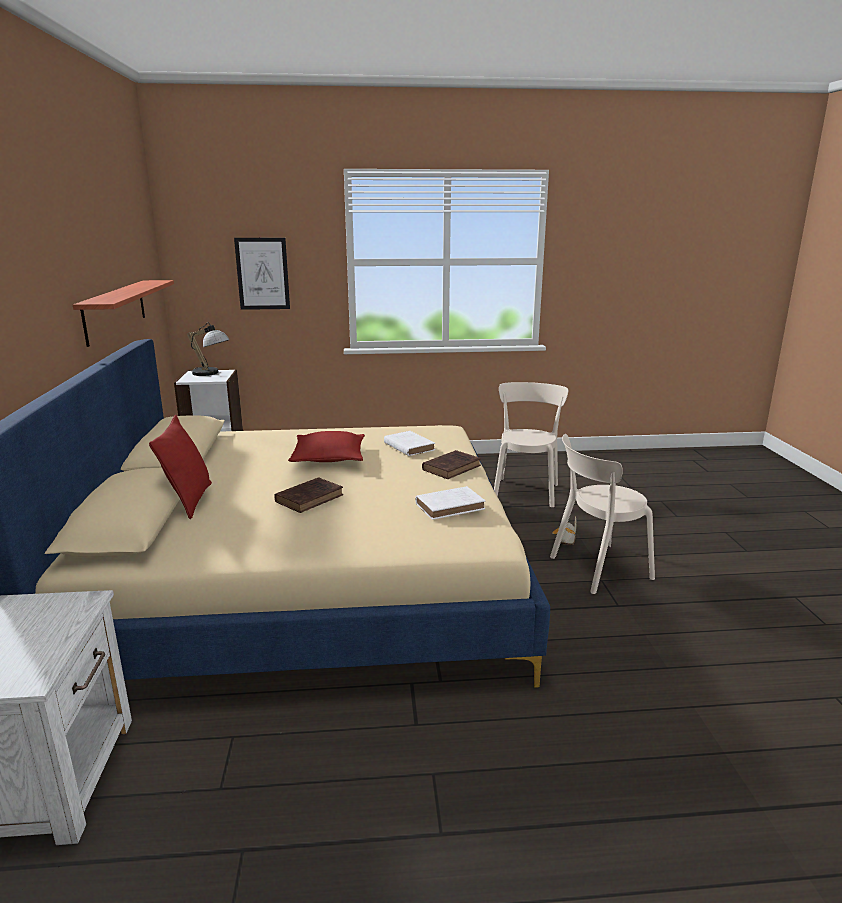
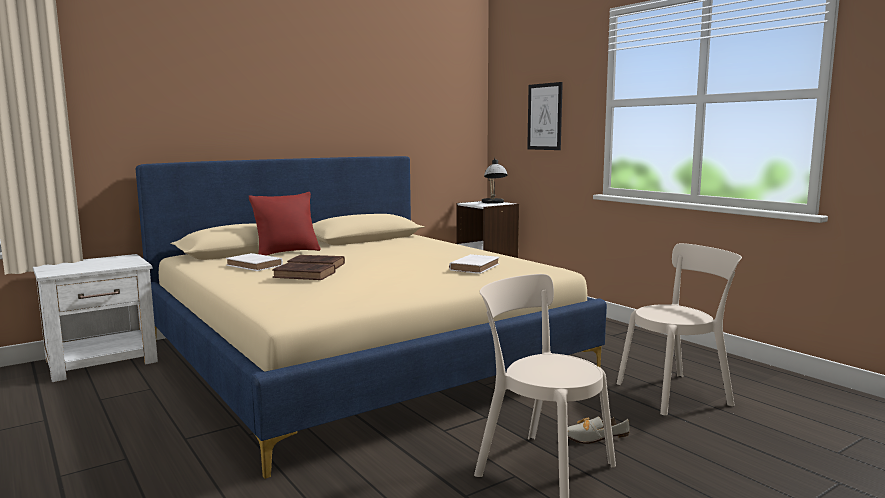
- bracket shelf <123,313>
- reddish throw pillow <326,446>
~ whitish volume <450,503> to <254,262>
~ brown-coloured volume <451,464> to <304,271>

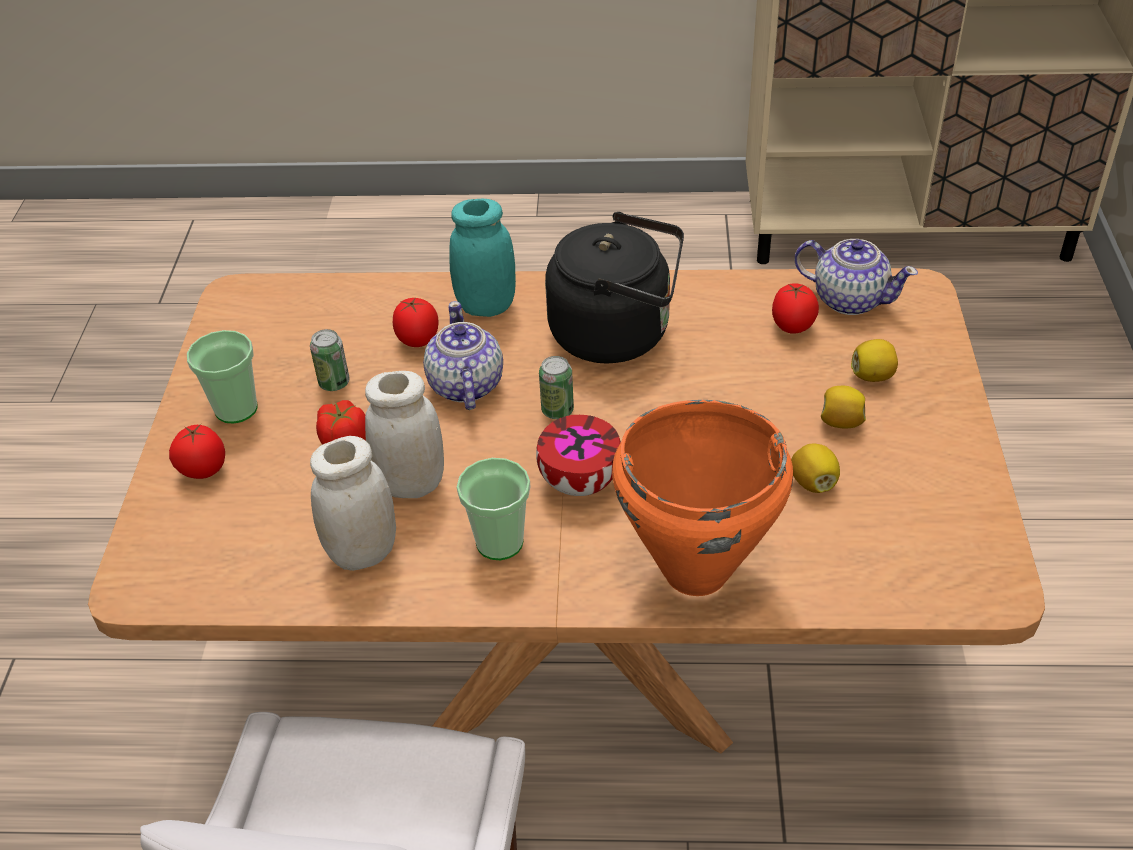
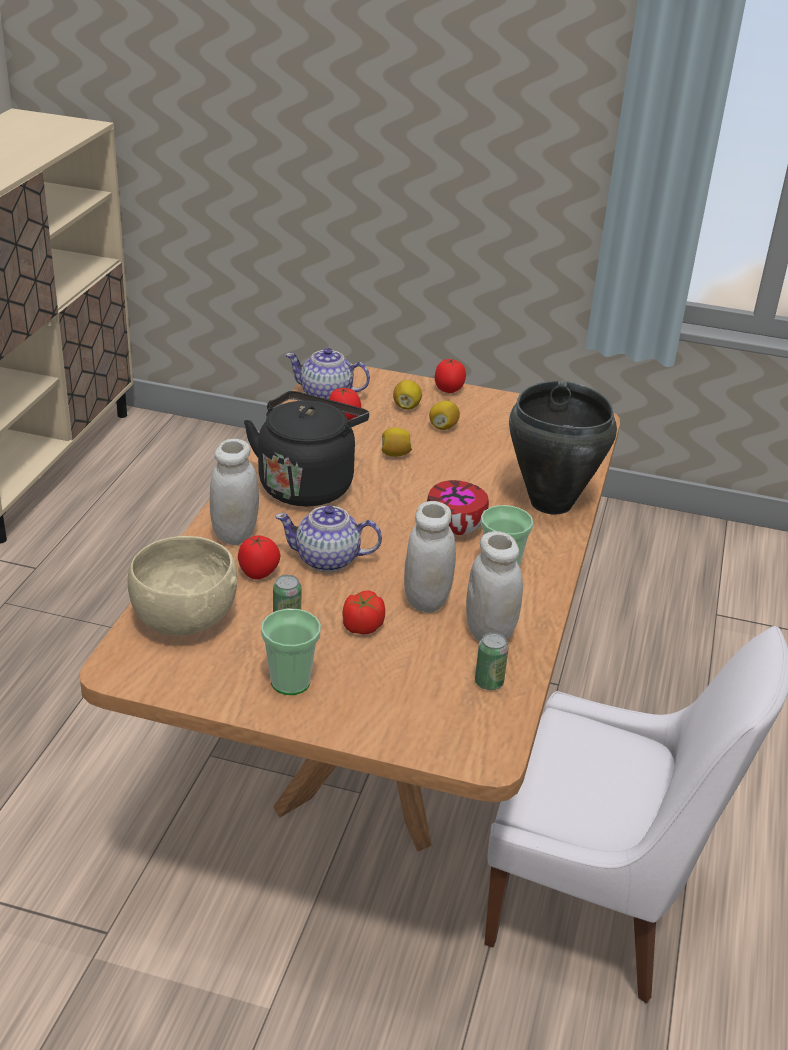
~ fresh tomato <197,451> to <450,376>
~ turquoise-coloured storage jar <482,258> to whitish storage jar <234,492>
~ metal can <556,387> to <492,661>
~ orange-coloured stockpot <702,498> to black stockpot <563,448>
~ whole lemon <815,468> to <397,442>
~ pot for tea <856,277> = <327,373> 120 degrees counterclockwise
+ beige deep dish <182,586>

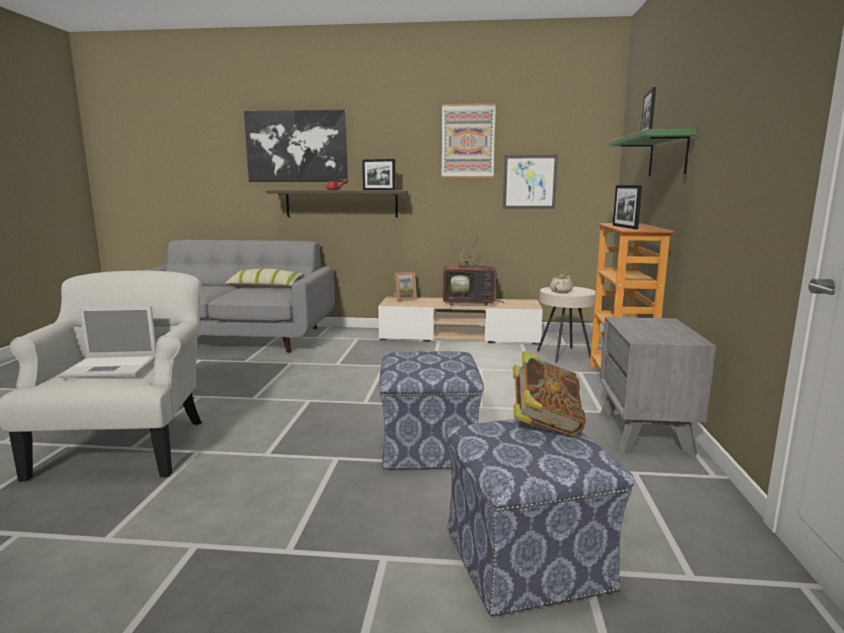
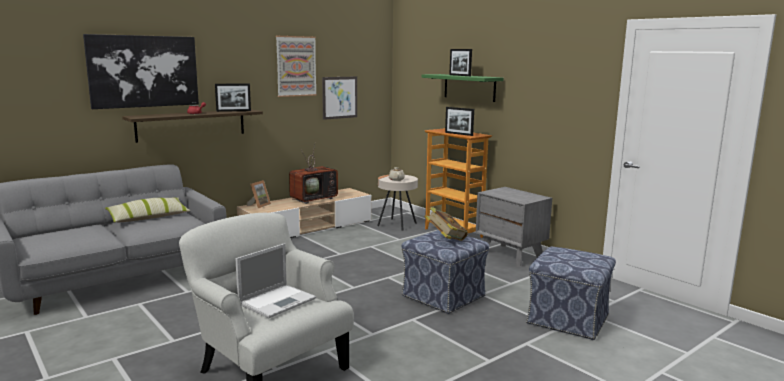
~ volume <549,393> to <446,224>

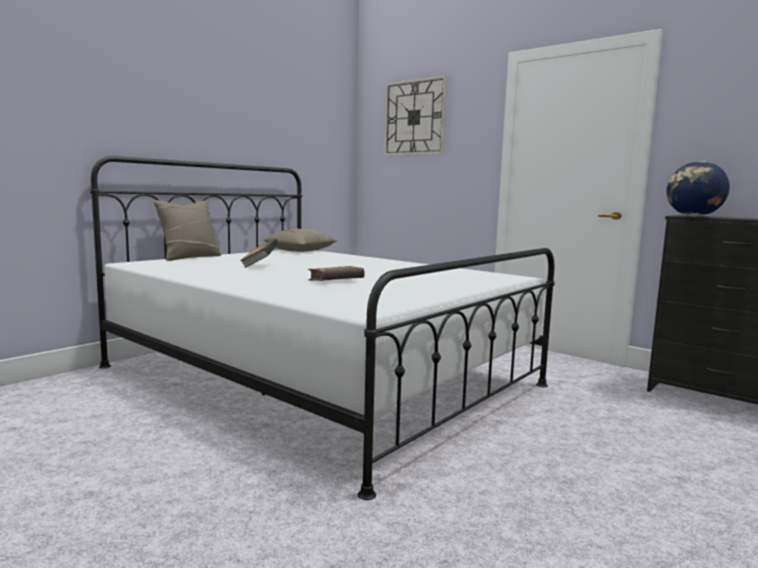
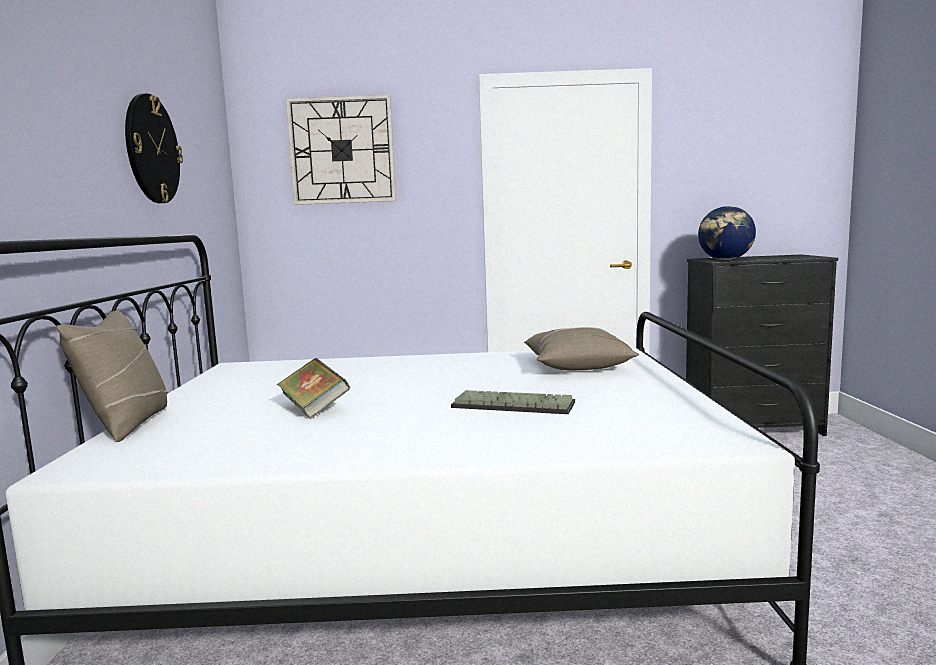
~ beige throw pillow <300,240> to <581,349>
~ brown-coloured volume <336,273> to PC keyboard <513,402>
+ hanging clock <154,148>

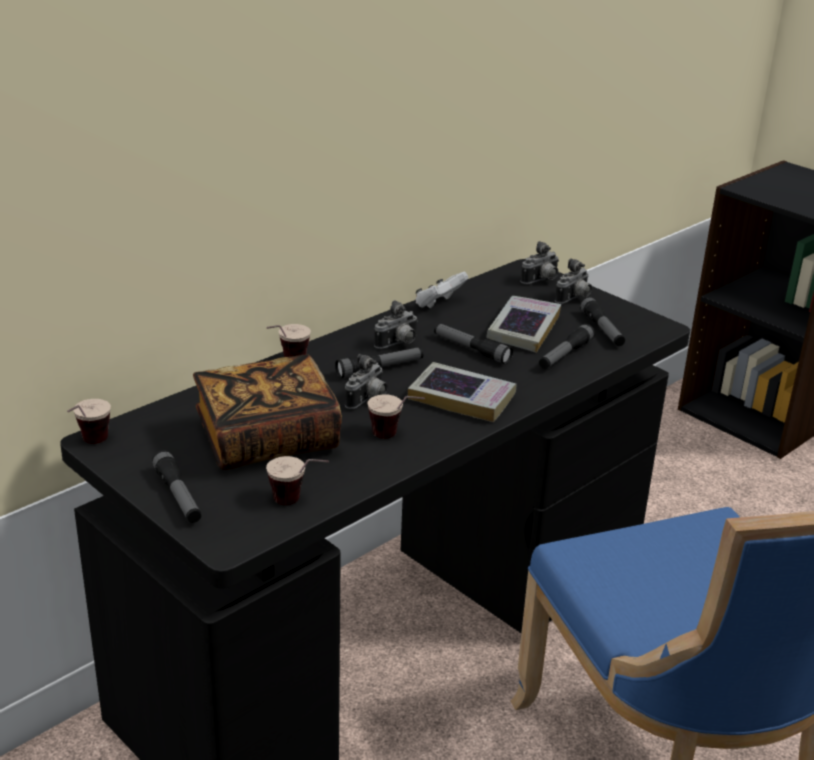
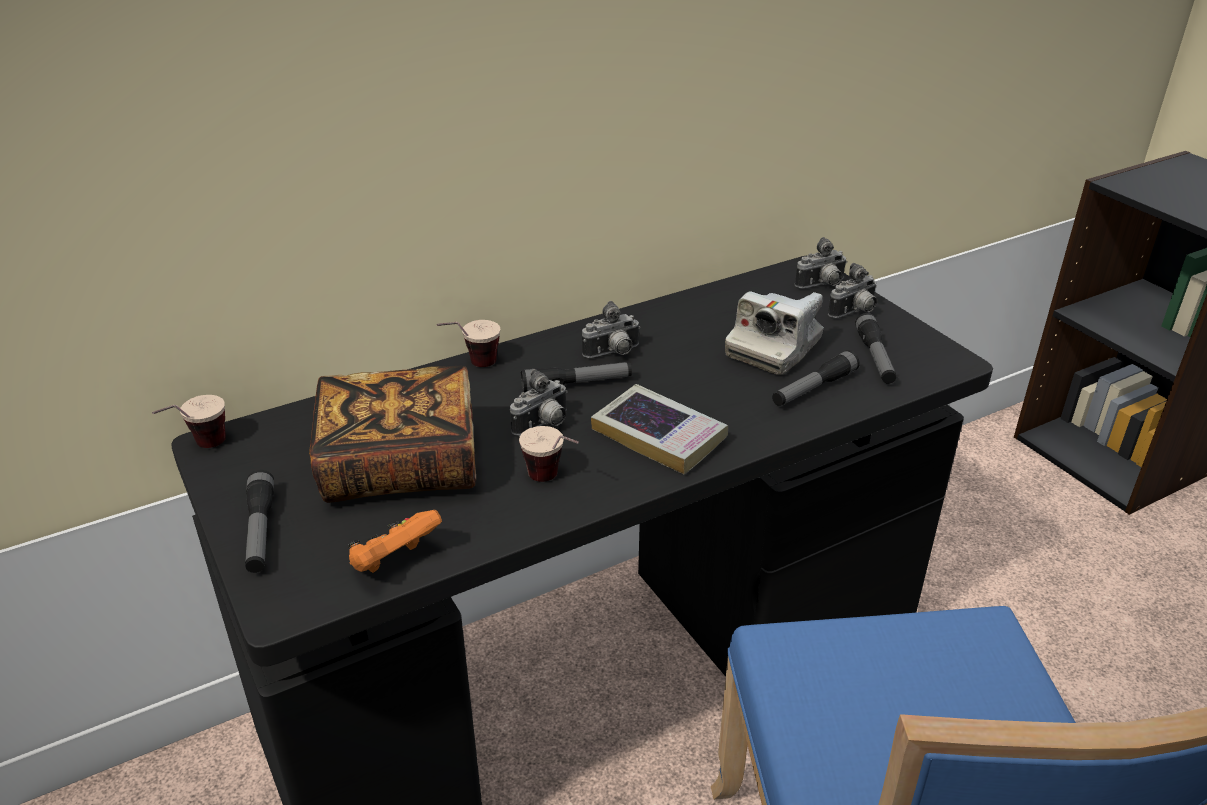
~ drinking cup <297,480> to orange-coloured gamepad <395,541>
- whitish gamepad <442,290>
- flashlight <473,343>
~ volume <523,324> to photo camera <774,333>

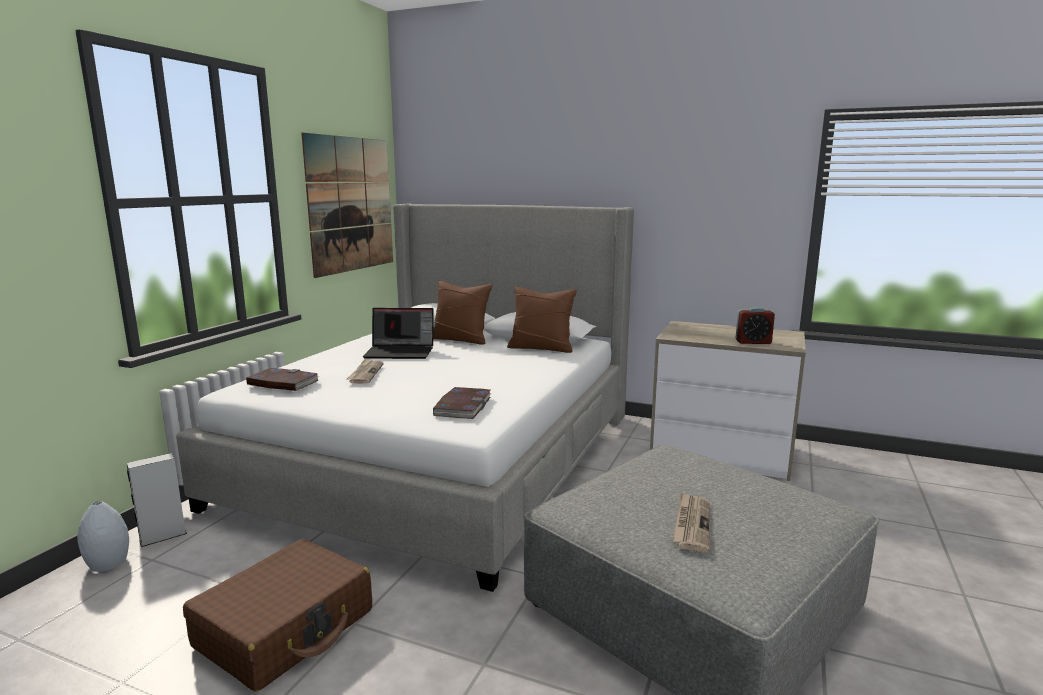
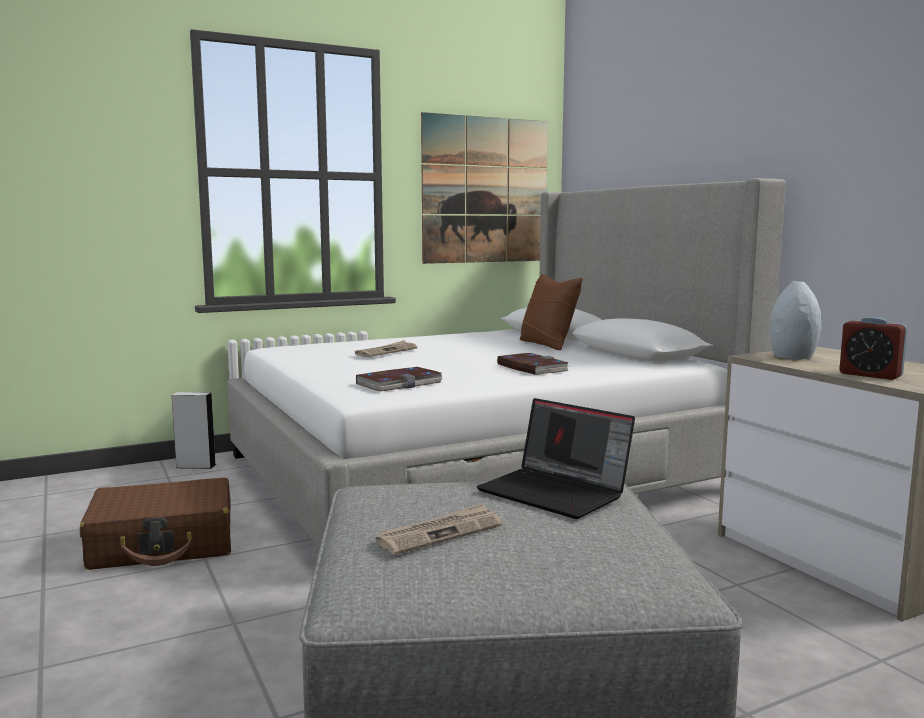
~ grey flower vase <103,536> to <795,320>
~ volume <283,379> to <533,364>
~ portable computer <398,333> to <555,458>
- brown-coloured throw pillow <542,319>

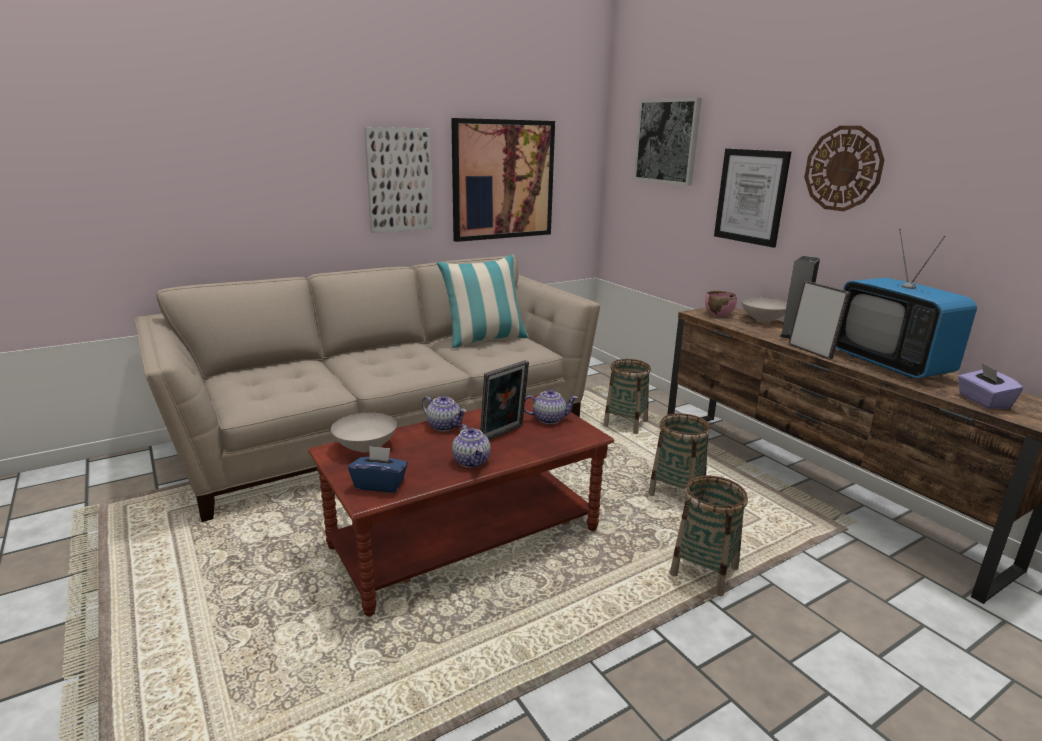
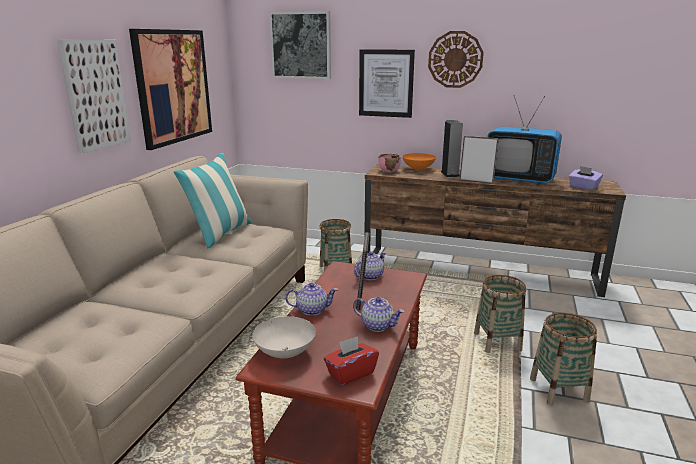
~ blue tissue holder <378,469> to reddish tissue holder <351,360>
~ household basket <679,454> to <563,359>
~ whitish deep dish <764,309> to orange-coloured deep dish <419,161>

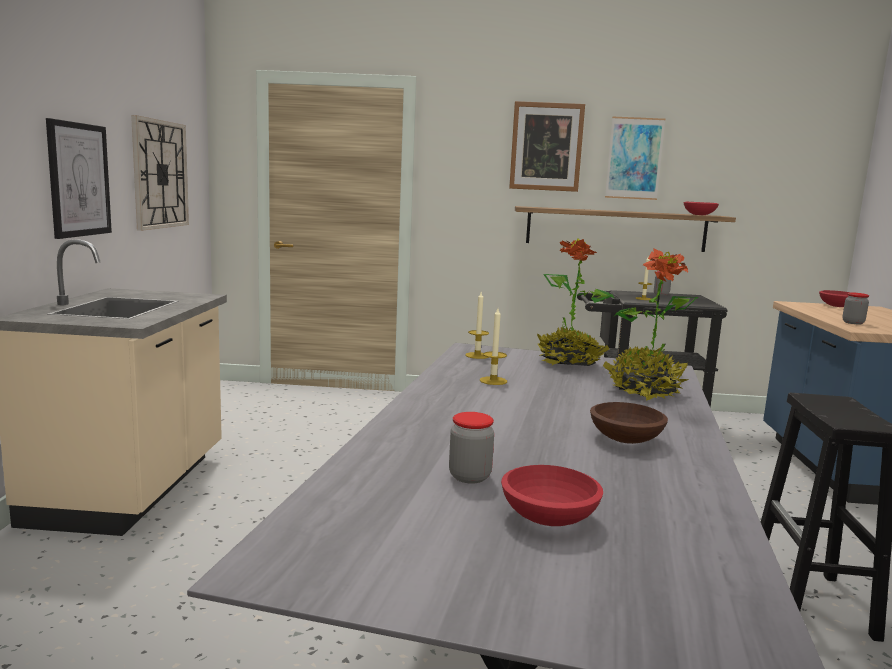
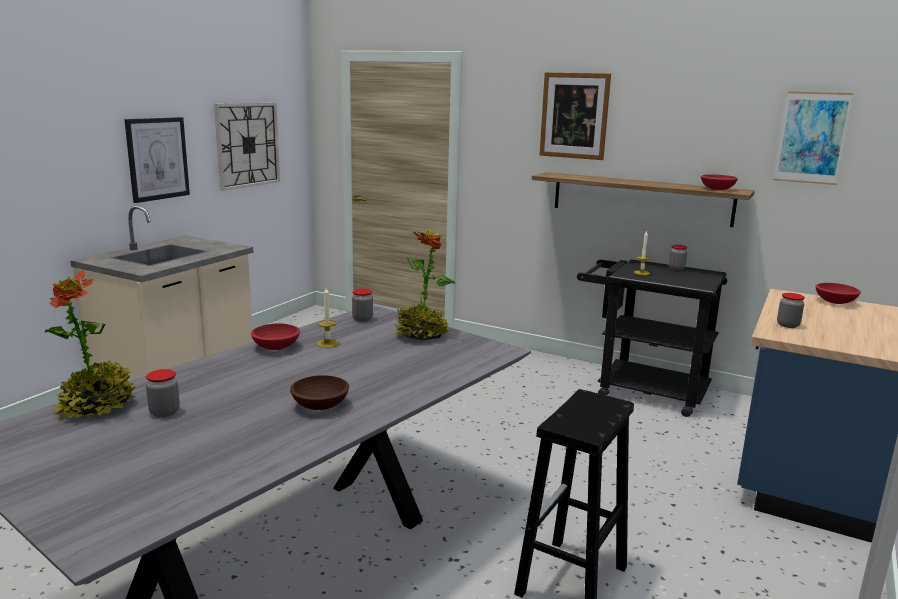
~ candle <477,325> to storage jar <362,305>
~ reddish deep dish <552,495> to <275,336>
~ plant in a pot <650,324> to <90,344>
~ picture <635,158> to <814,138>

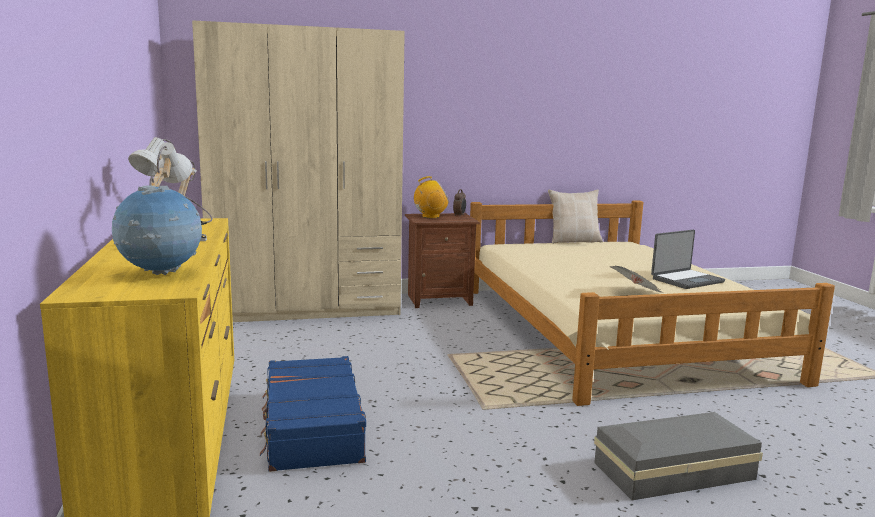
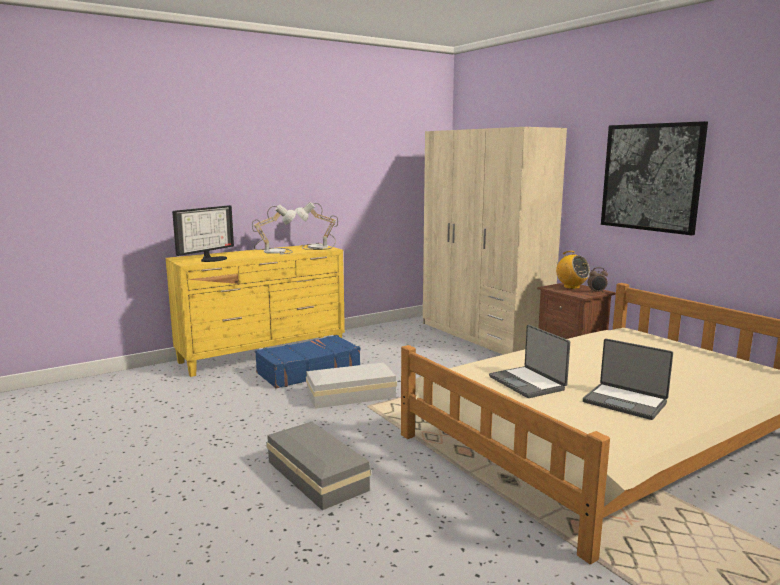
~ desk globe <157,230> to computer display <203,233>
- beige throw pillow <575,216>
~ newspaper <637,279> to portable computer <529,361>
+ whitish storage container <351,386>
+ picture <654,178>

